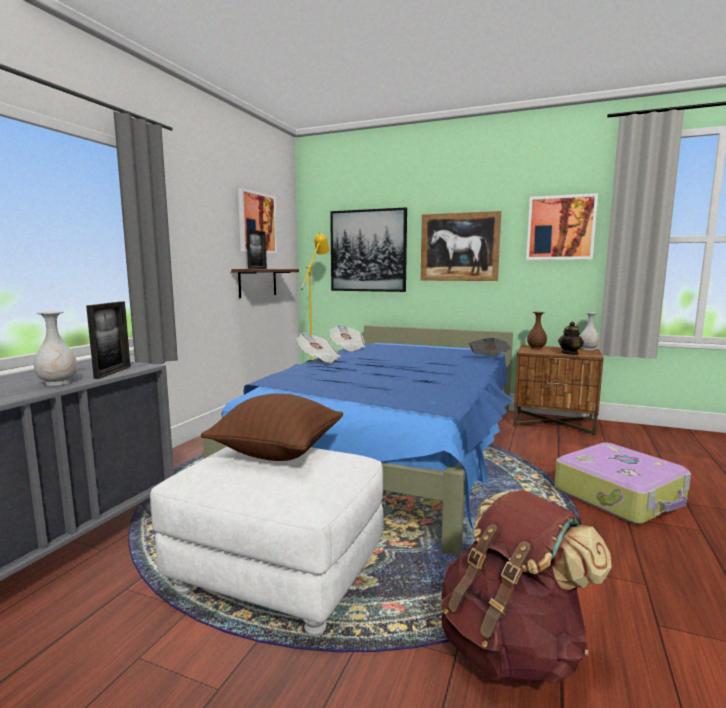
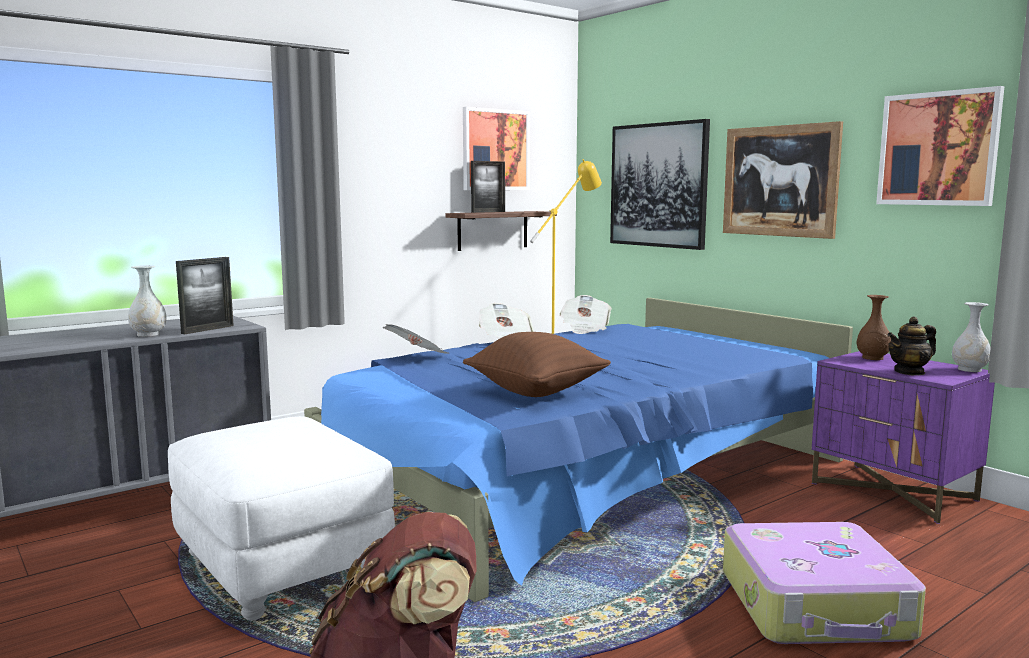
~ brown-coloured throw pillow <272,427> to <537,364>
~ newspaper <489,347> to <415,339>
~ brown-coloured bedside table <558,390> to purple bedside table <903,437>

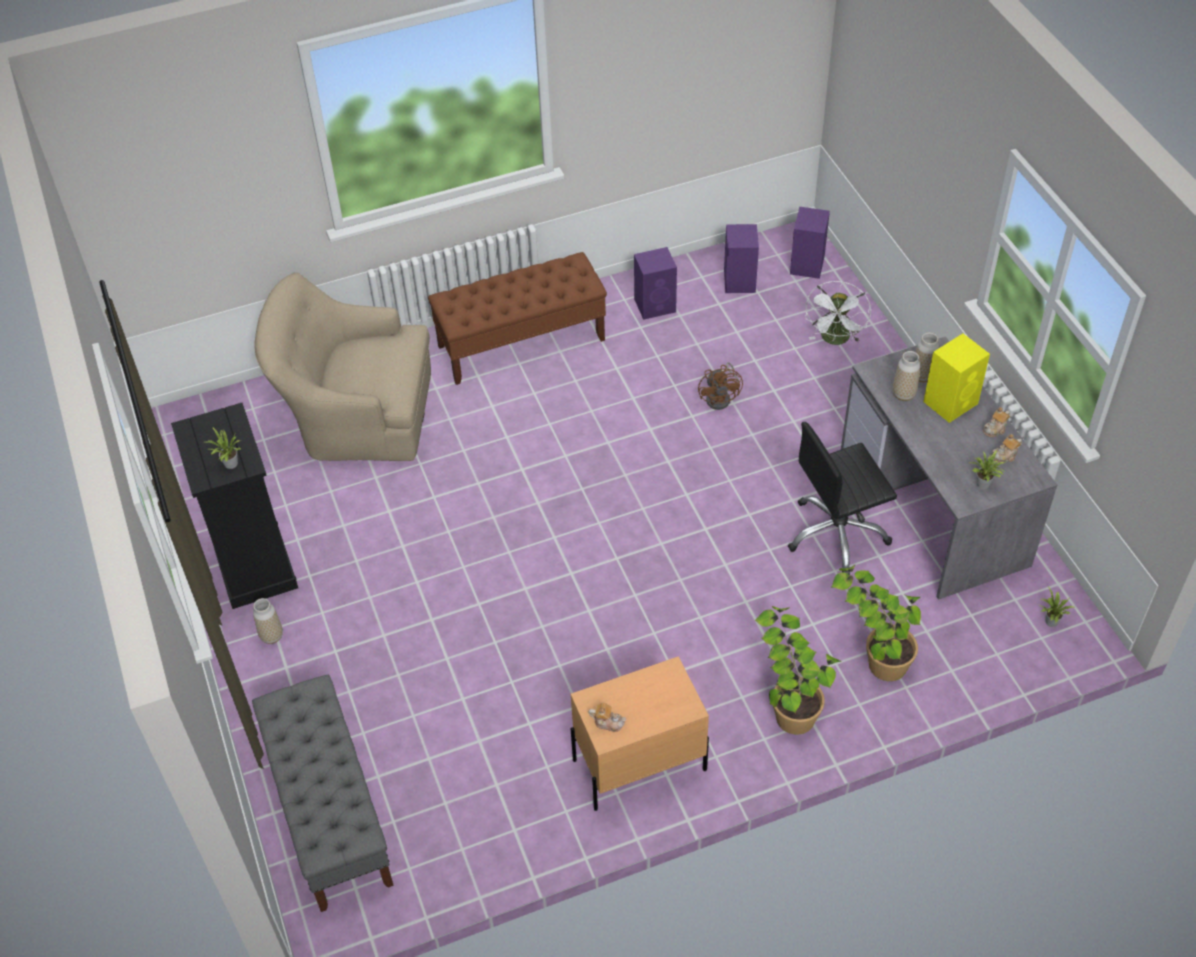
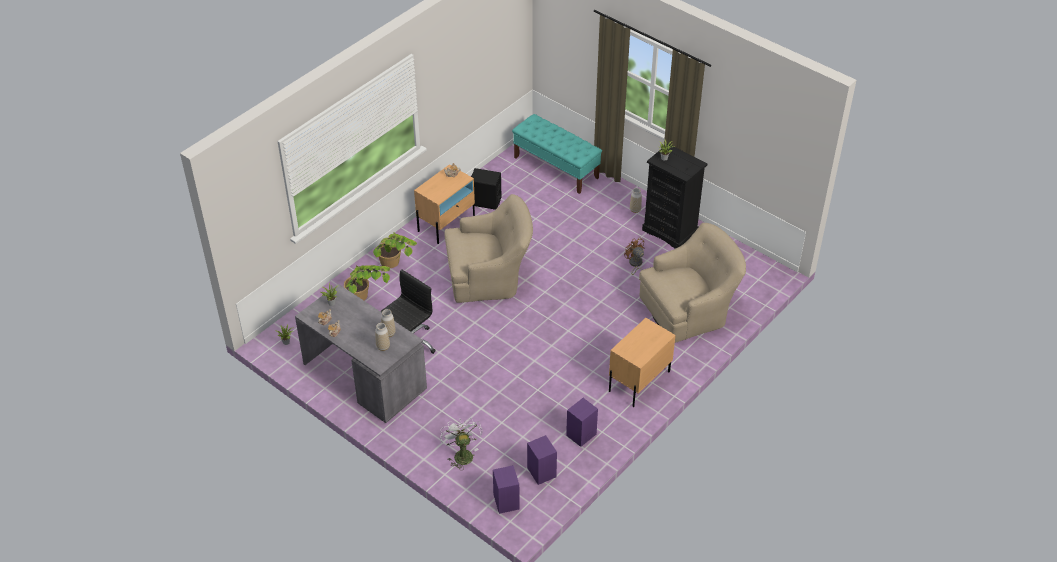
~ grey long seat <323,793> to turquoise-coloured long seat <557,154>
~ brown-coloured long seat <517,318> to beige bedside table <642,362>
~ brown-coloured electric fan <720,386> to <634,258>
- yellow-coloured loudspeaker <956,378>
+ beige easy chair <488,248>
+ black loudspeaker <486,189>

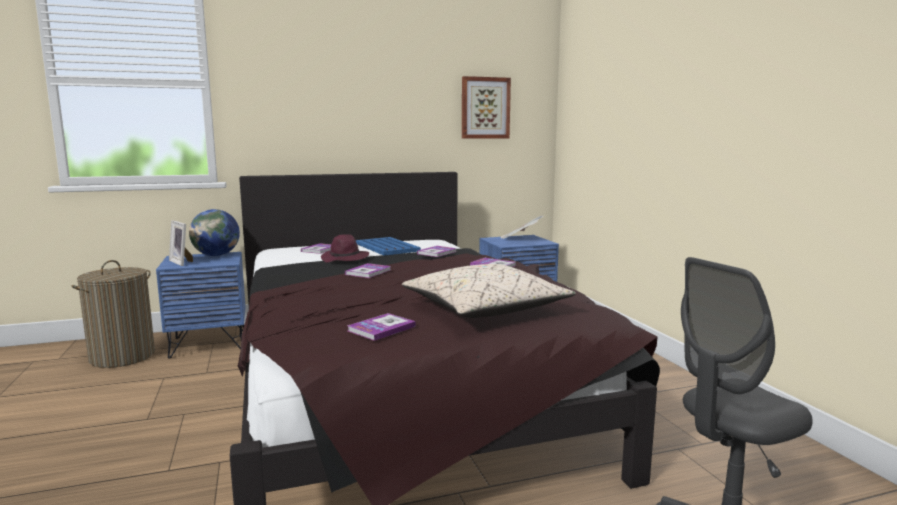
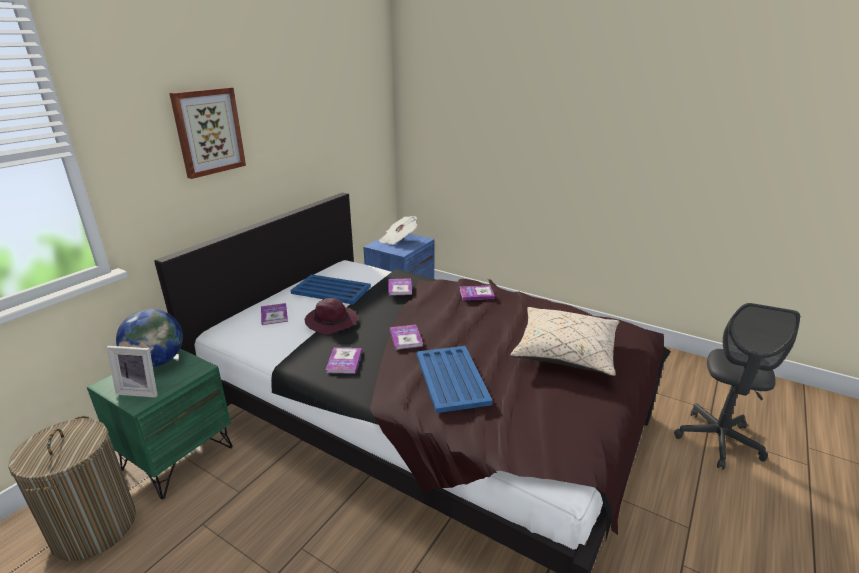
~ blue bedside table <201,305> to green-coloured bedside table <160,423>
~ volume <381,327> to <344,361>
~ picture <486,107> to <207,133>
+ blue serving tray <455,379>

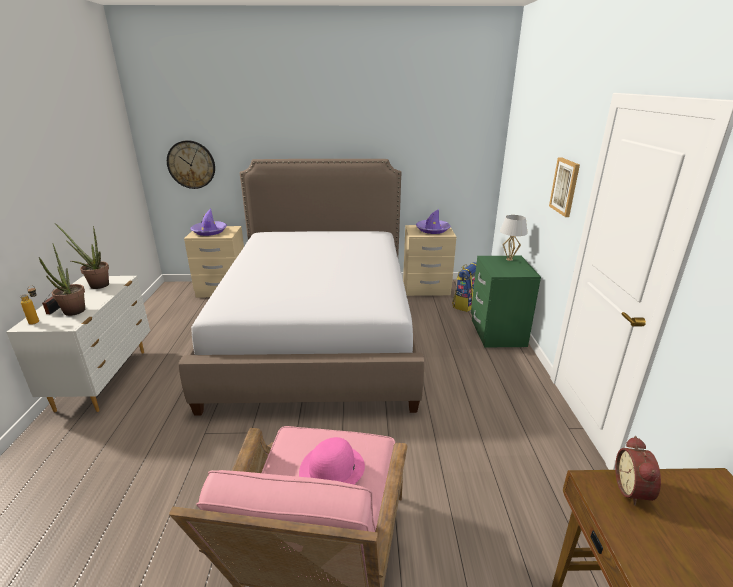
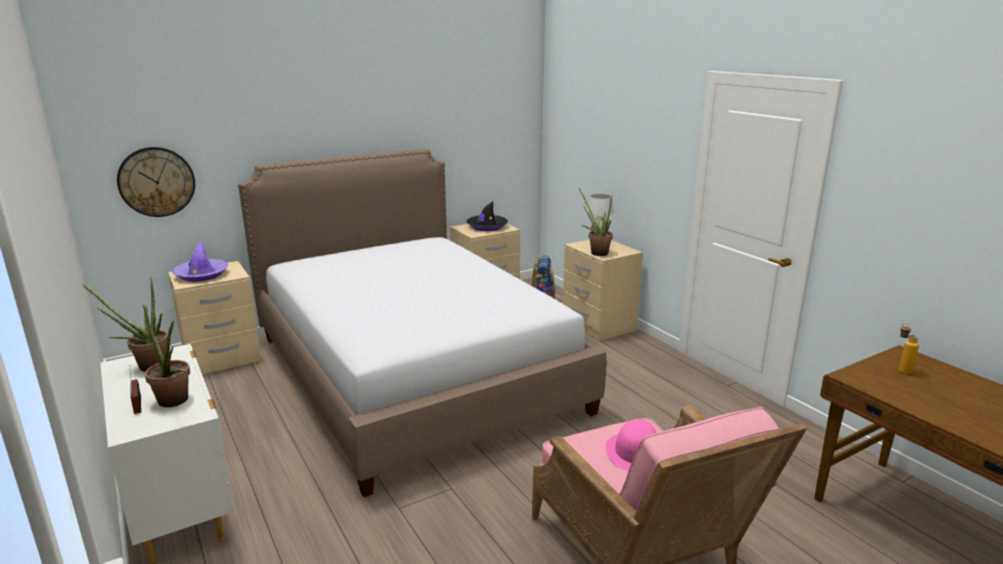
~ beverage bottle <29,305> to <909,349>
~ purple hat <433,221> to black hat <487,216>
~ green-coloured bedside table <506,302> to beige bedside table <603,290>
- picture <564,187>
- bedside clock <638,471>
+ plant in a pot <596,222>

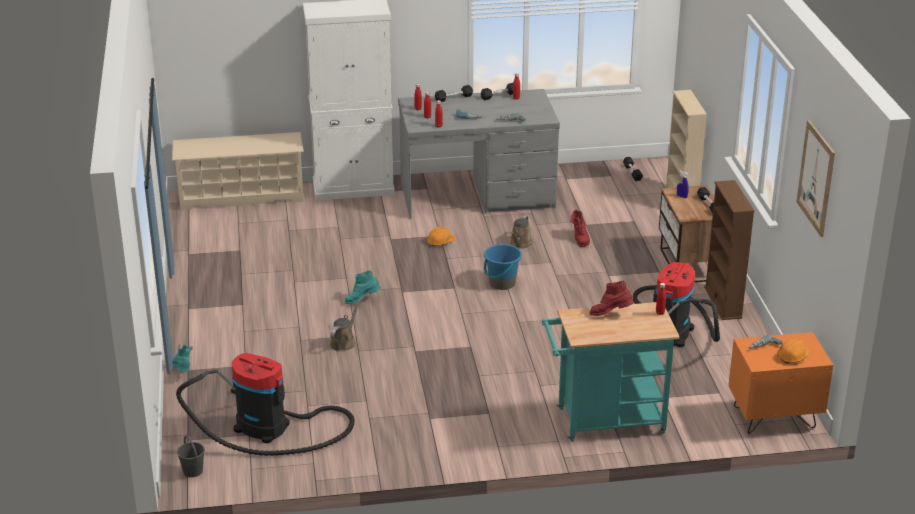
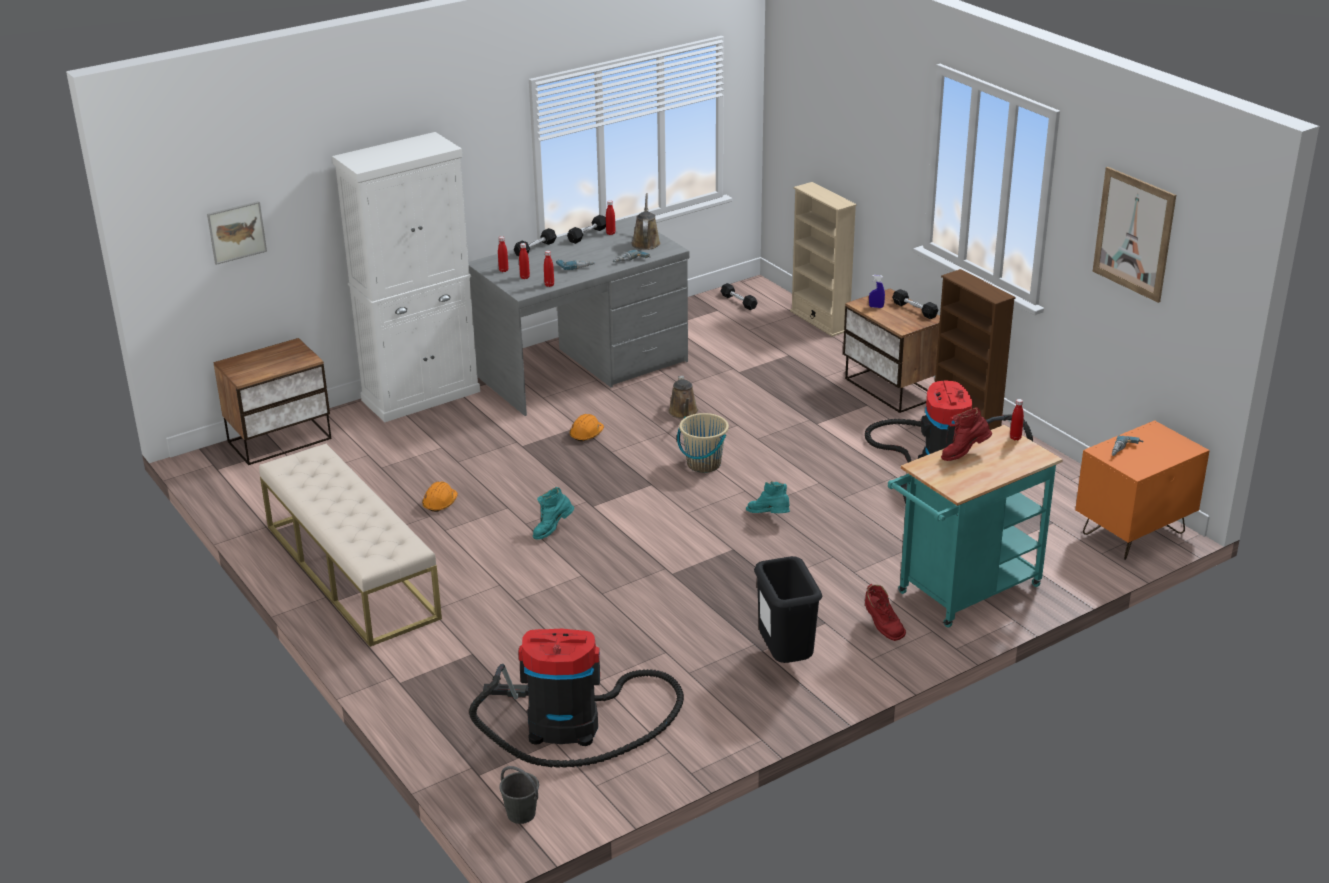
~ beige shoe rack <238,171> to bedside table <272,401>
~ turquoise-coloured high-top boot <182,358> to <768,497>
~ brown-coloured sprinkling can <345,325> to <646,221>
~ blue water bucket <503,267> to beige water bucket <703,443>
~ reddish high-top boot <580,228> to <885,612>
~ orange-coloured safety helmet <793,351> to <440,497>
+ picture <237,233>
+ beige long seat <350,545>
+ black rubbish bin <788,609>

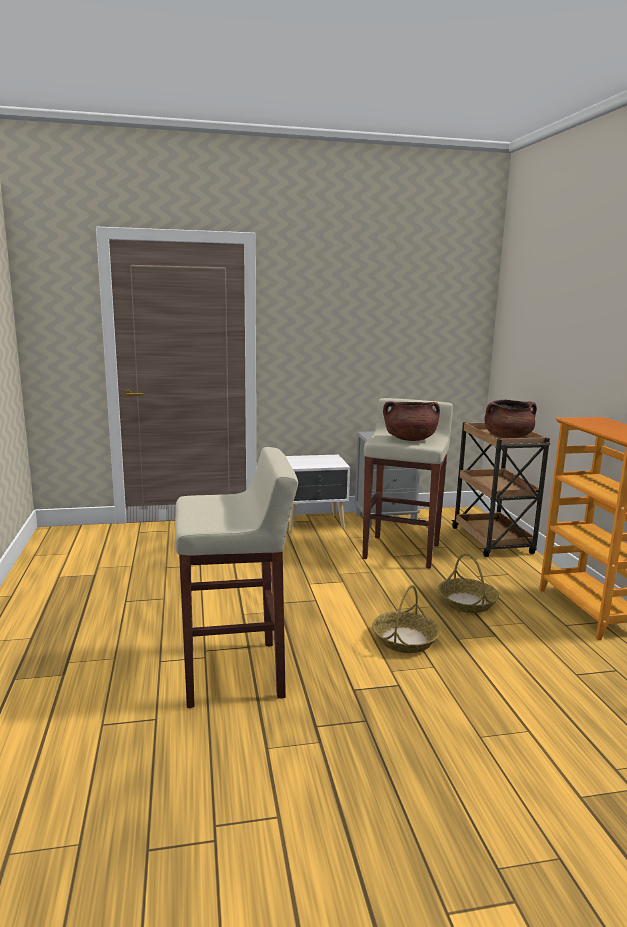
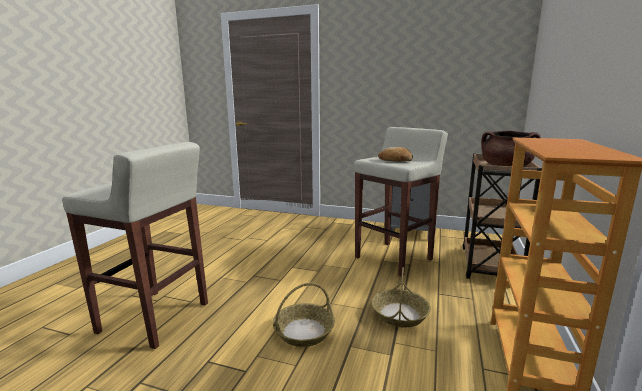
- whitish bedside table <318,493>
~ brown-coloured stockpot <411,421> to bread <395,154>

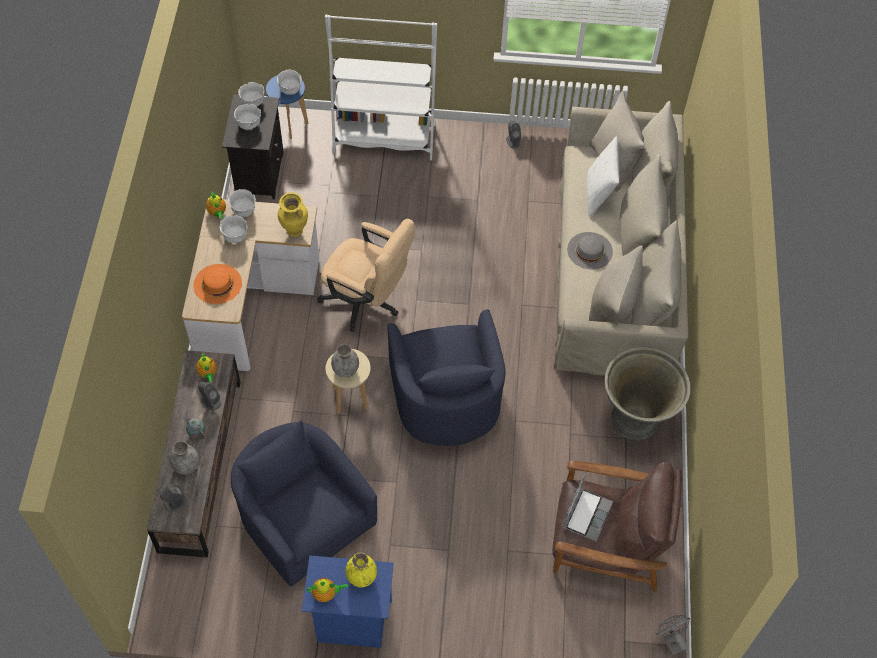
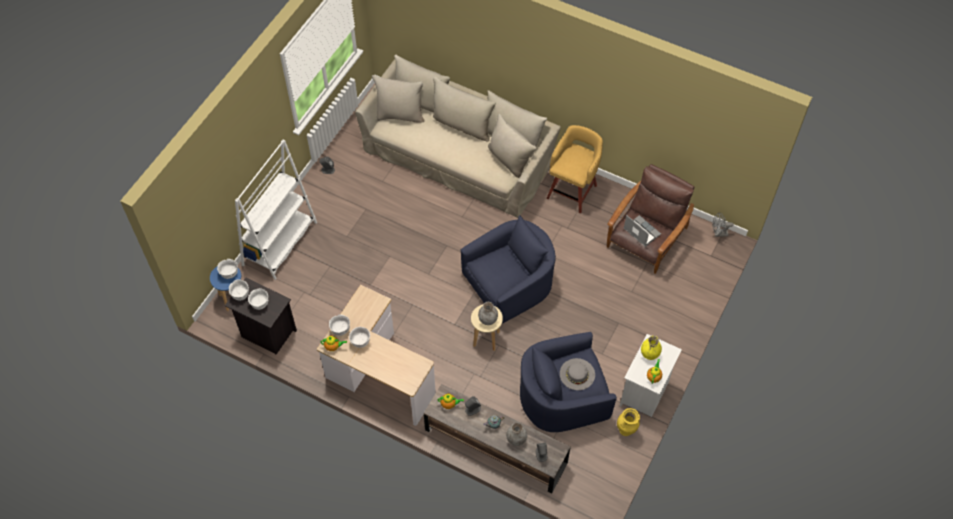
- orange-coloured hat <217,284>
~ yellow-coloured flower vase <293,214> to <628,422>
~ blue bedside table <348,601> to whitish bedside table <651,375>
- beige office chair <366,275>
~ blue easy chair <446,377> = <508,269> 45 degrees counterclockwise
~ grey hat <590,250> to <577,374>
- whitish throw pillow <603,176>
~ grey plant pot <647,394> to yellow-coloured stool seat <574,169>

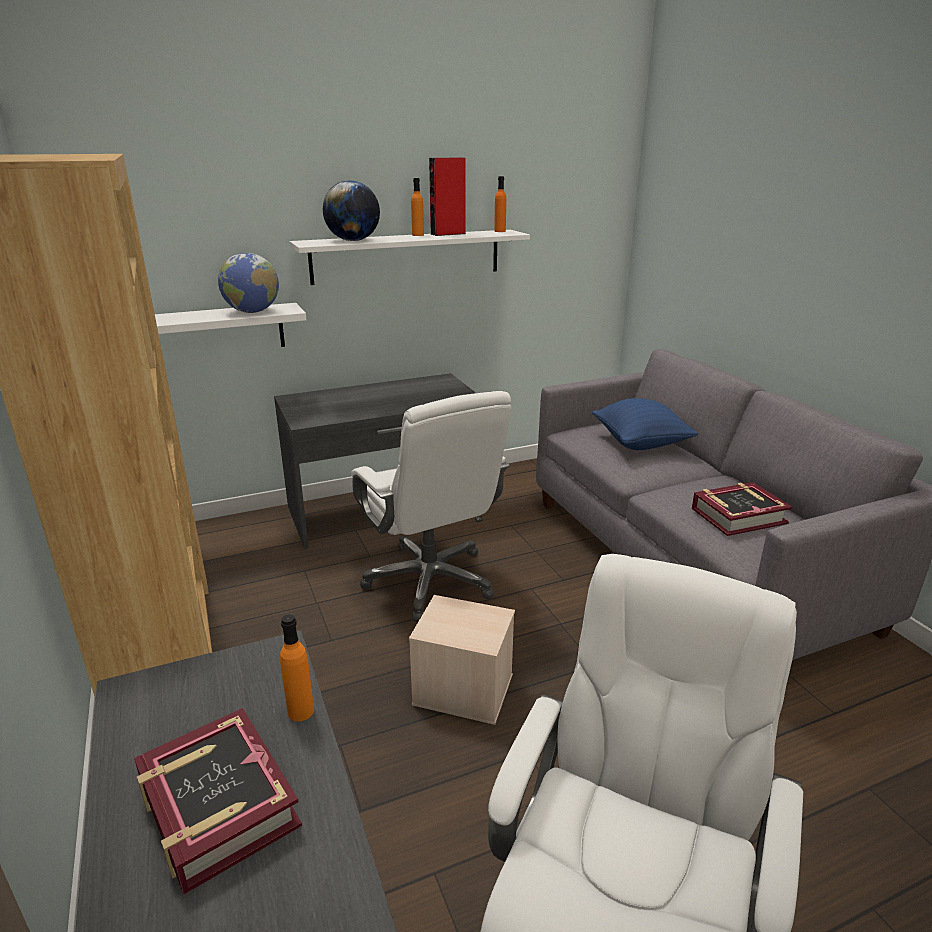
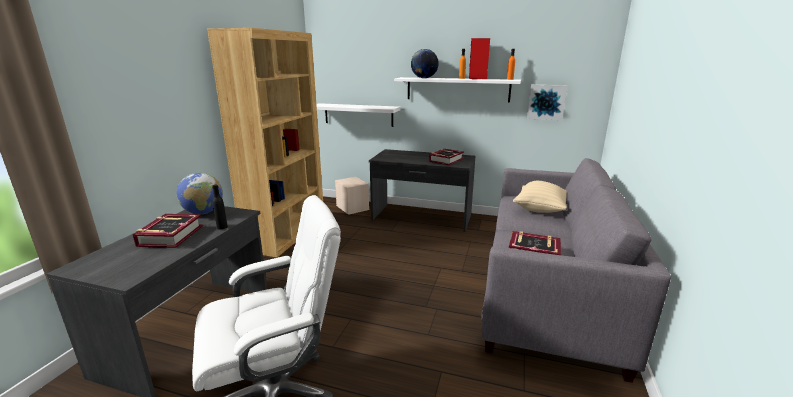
~ desk globe <248,283> to <199,193>
~ orange-coloured beverage bottle <297,668> to black beverage bottle <220,207>
- whitish office chair <431,506>
~ beige storage container <462,660> to <352,196>
~ blue throw pillow <645,424> to beige throw pillow <540,197>
+ volume <446,157>
+ picture <547,102>

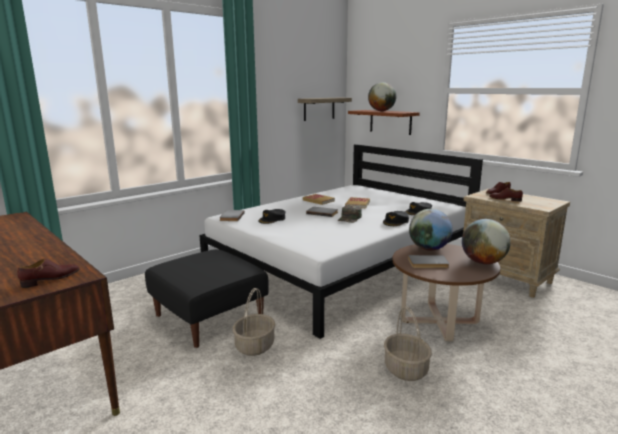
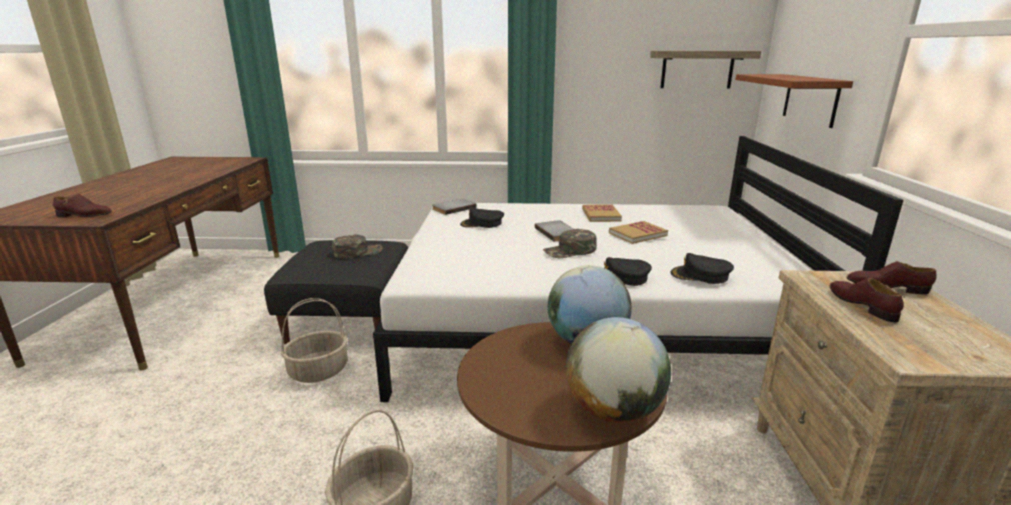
- desk globe <382,96>
- grey volume <428,261>
+ green-coloured peaked cap <357,246>

